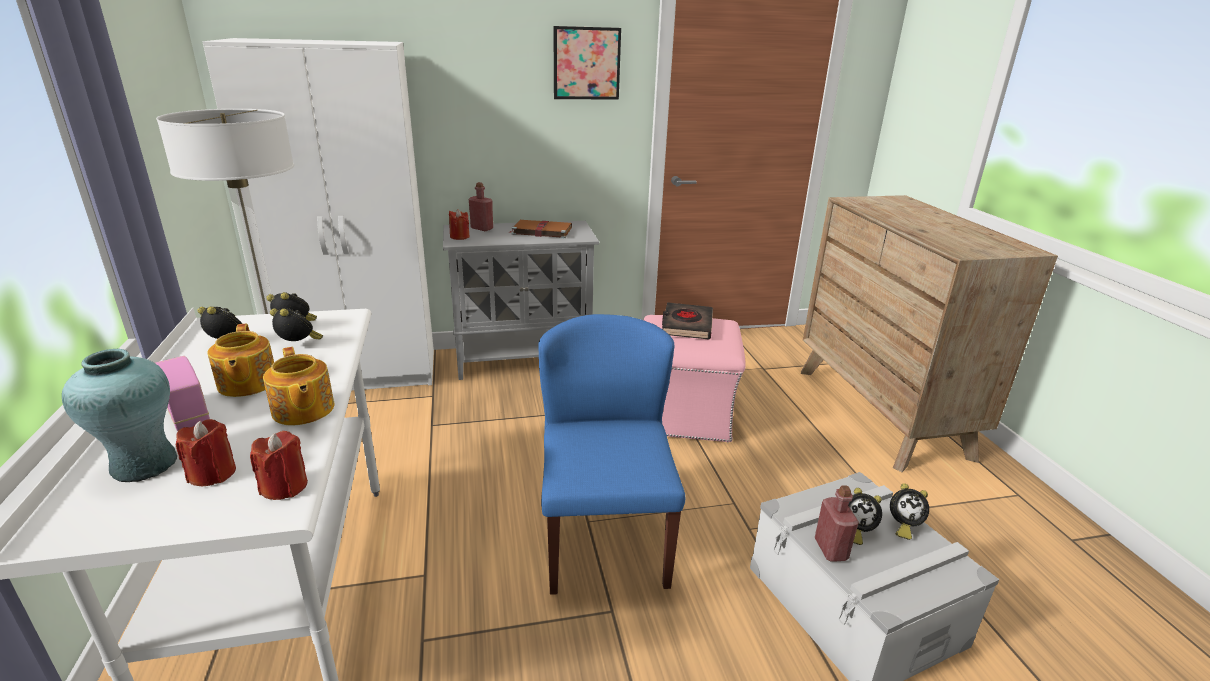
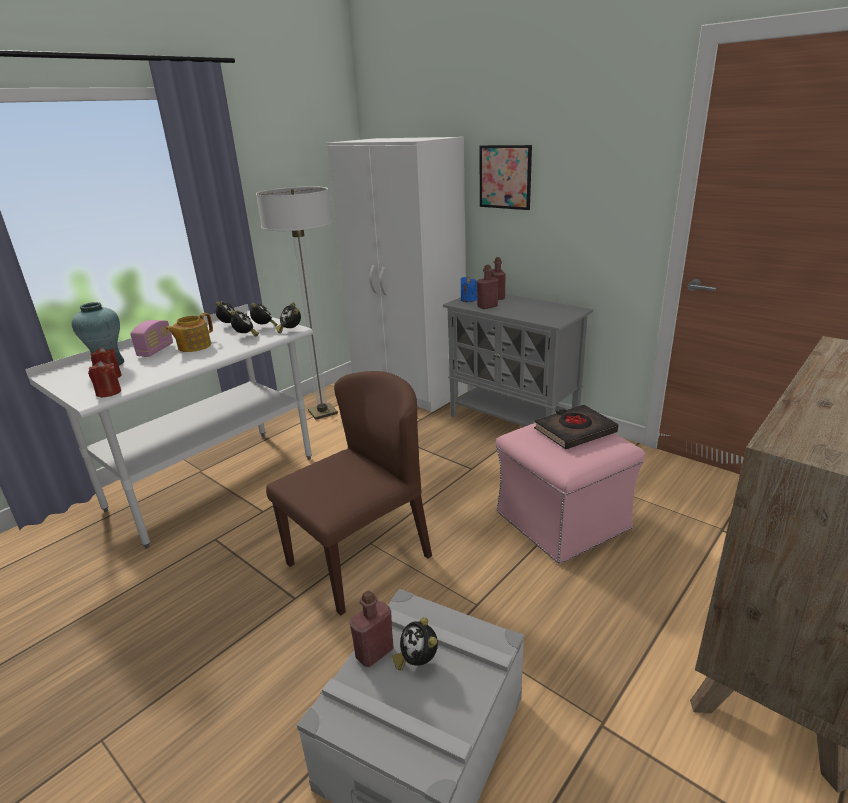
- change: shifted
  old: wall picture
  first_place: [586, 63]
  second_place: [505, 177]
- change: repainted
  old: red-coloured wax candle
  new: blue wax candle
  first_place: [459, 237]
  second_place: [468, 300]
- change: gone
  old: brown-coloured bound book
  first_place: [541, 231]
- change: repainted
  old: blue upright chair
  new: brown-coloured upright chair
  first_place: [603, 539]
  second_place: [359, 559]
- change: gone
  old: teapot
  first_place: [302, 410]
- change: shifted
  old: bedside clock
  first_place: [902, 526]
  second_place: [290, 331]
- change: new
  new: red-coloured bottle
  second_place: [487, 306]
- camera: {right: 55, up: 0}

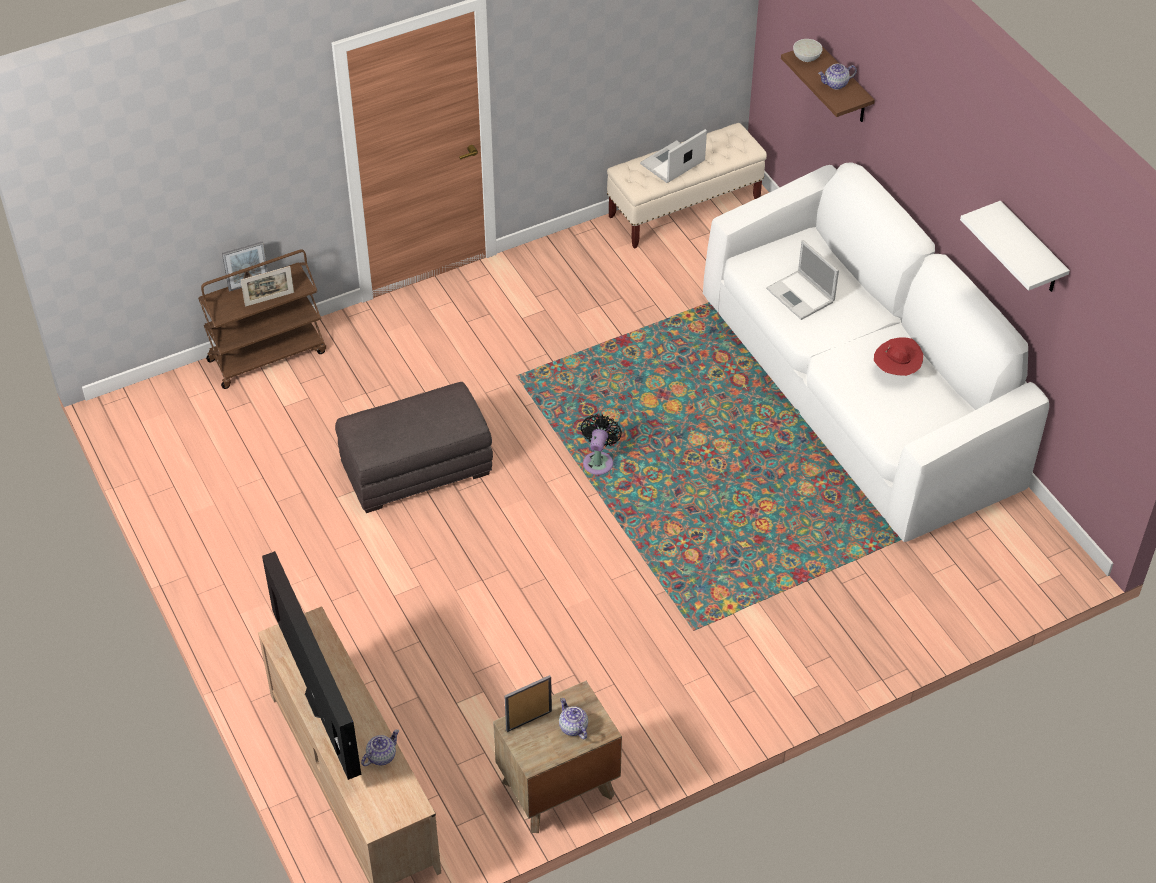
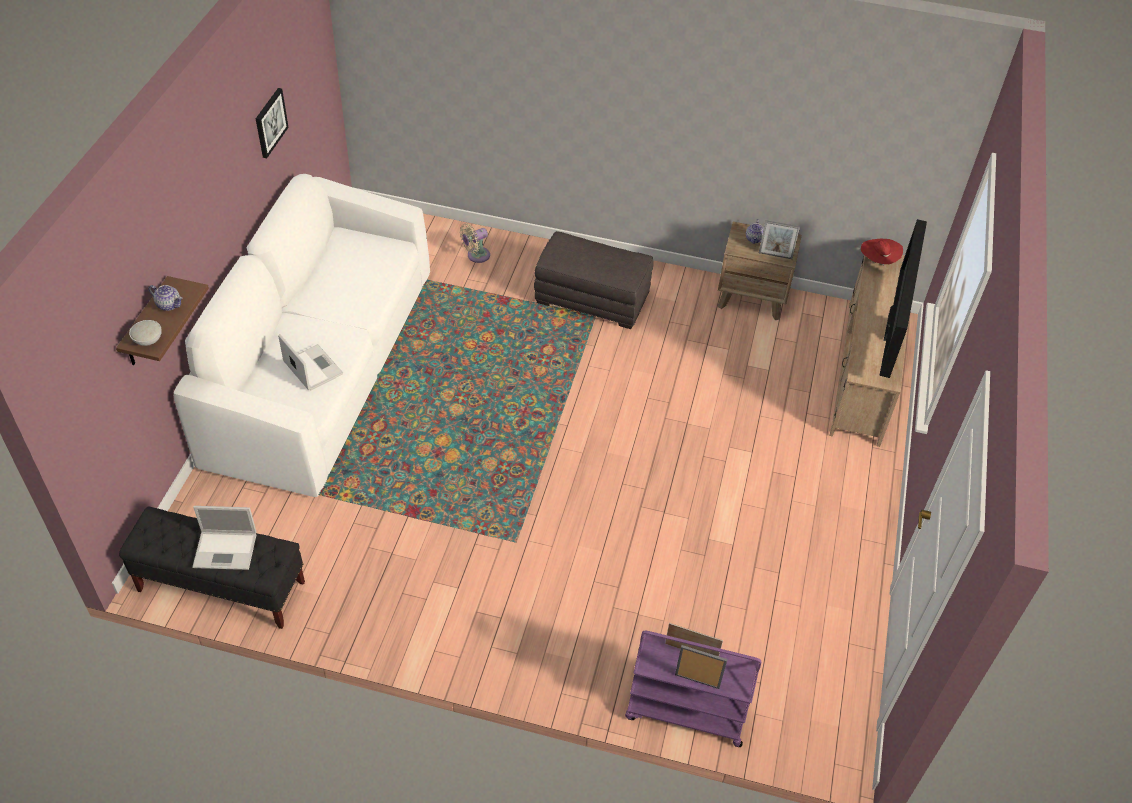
- change: repainted
  old: beige-coloured indoor bench
  new: blackish indoor bench
  first_place: [684, 209]
  second_place: [221, 587]
- change: swapped
  old: white-coloured bracket shelf
  new: wall picture
  first_place: [1031, 250]
  second_place: [270, 122]
- change: rotated
  old: notebook computer
  first_place: [801, 296]
  second_place: [312, 367]
  degrees: -45
- change: repainted
  old: brown-coloured wheeled cart
  new: purplish wheeled cart
  first_place: [267, 355]
  second_place: [685, 712]
- change: shifted
  old: red-coloured clothing hat
  first_place: [896, 371]
  second_place: [877, 262]
- change: shifted
  old: gray pouffe
  first_place: [417, 469]
  second_place: [591, 299]
- change: gone
  old: blackish fan
  first_place: [599, 461]
- change: gone
  old: teapot
  first_place: [381, 756]
- change: new
  new: beige-coloured fan
  second_place: [476, 256]
- camera: {right: -140, up: 0}

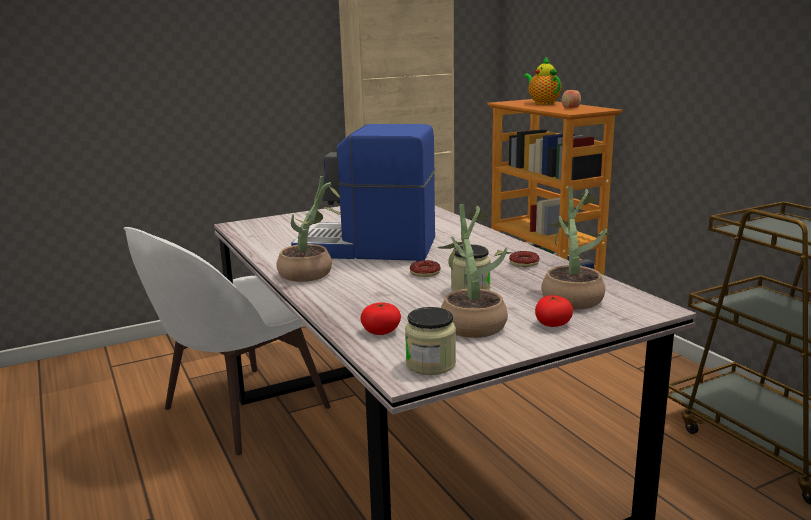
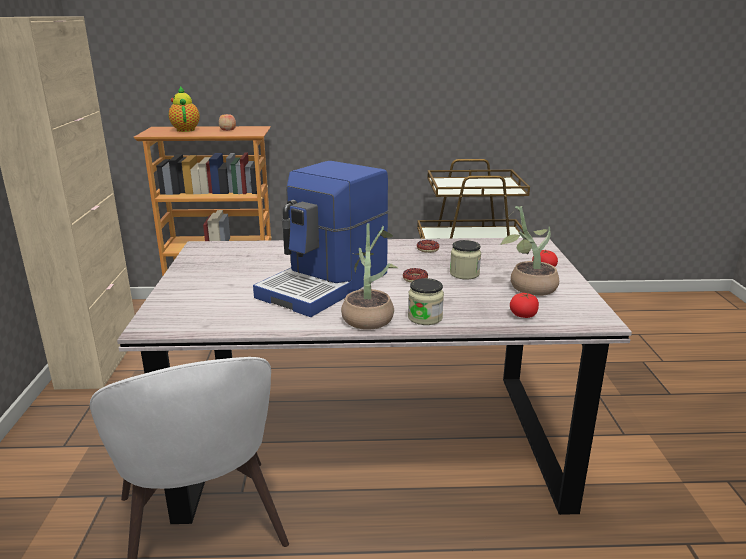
- change: rotated
  old: teapot
  first_place: [542, 103]
  second_place: [185, 129]
  degrees: 75
- change: gone
  old: plant in a pot
  first_place: [571, 297]
- change: shifted
  old: jar
  first_place: [430, 364]
  second_place: [425, 317]
- camera: {right: -65, up: 5}

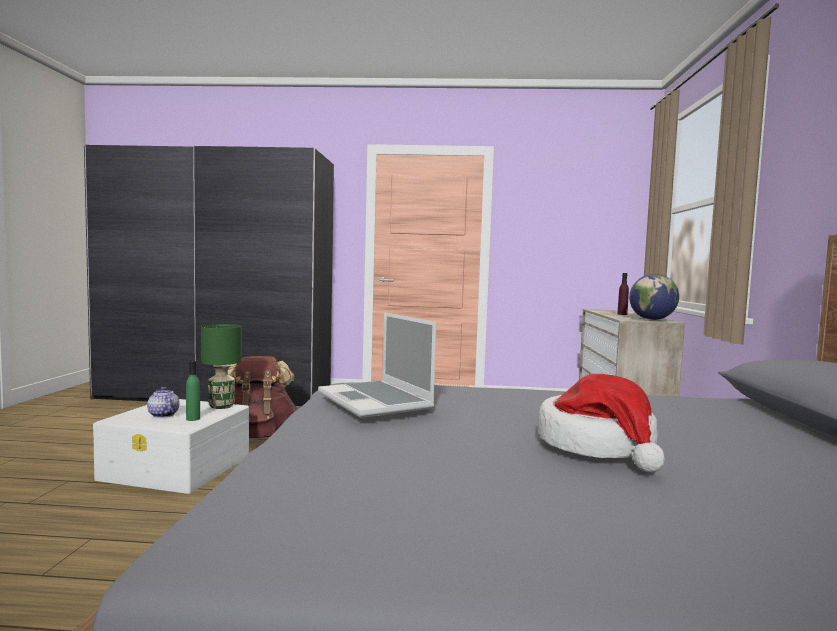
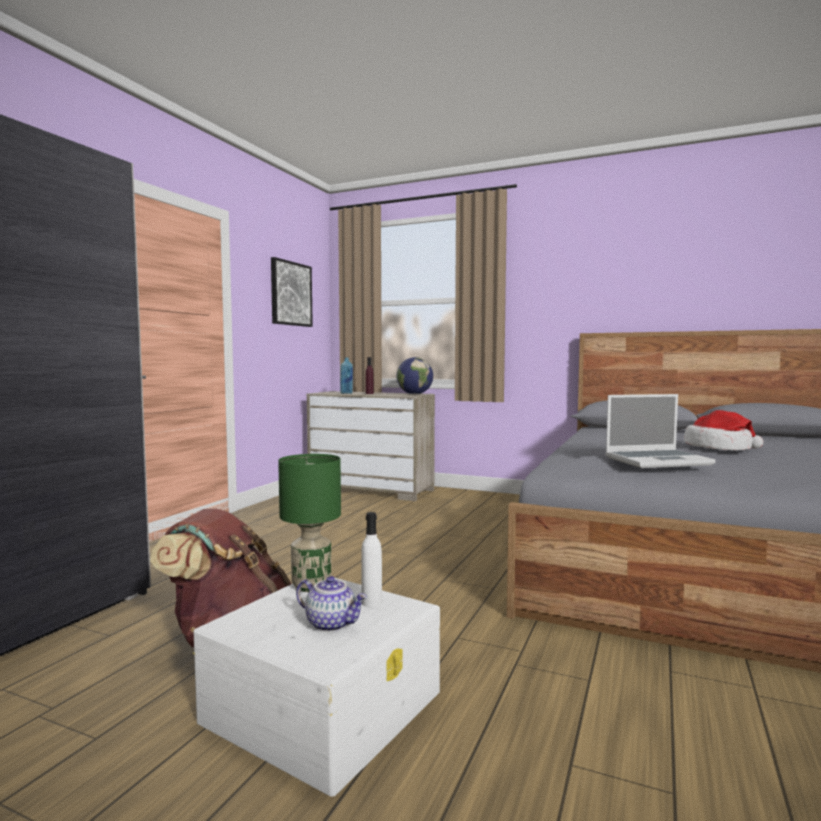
- change: repainted
  old: greenish bottle
  new: white-coloured bottle
  first_place: [193, 419]
  second_place: [371, 602]
- change: rotated
  old: teapot
  first_place: [162, 415]
  second_place: [332, 624]
  degrees: -135
- change: new
  new: wall picture
  second_place: [290, 294]
- change: new
  new: blue bottle
  second_place: [346, 393]
- camera: {right: -70, up: 0}

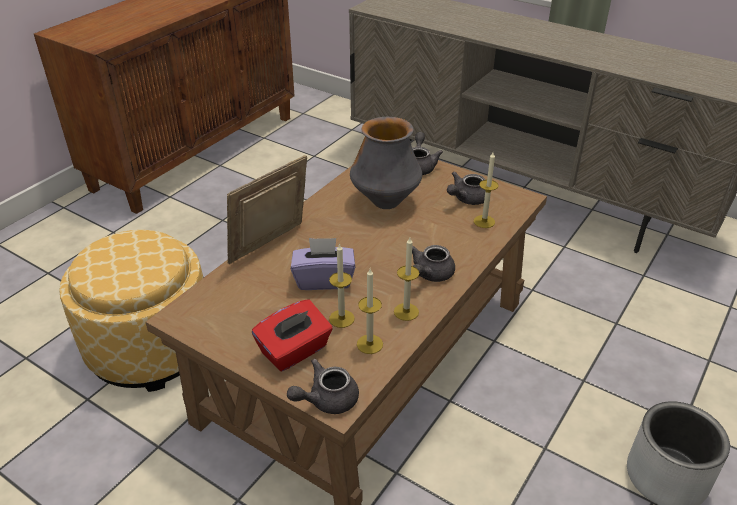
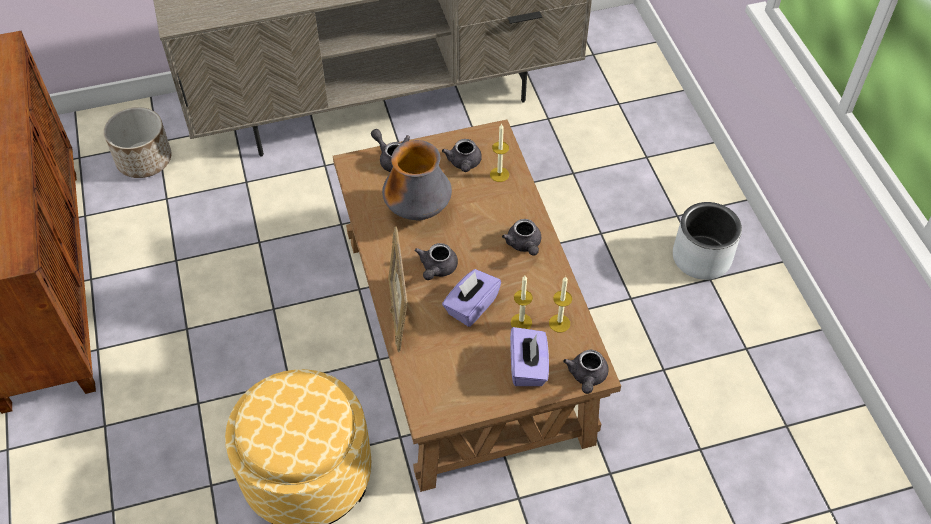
- change: gone
  old: wax candle
  first_place: [406, 312]
- change: repainted
  old: red-coloured box of tissues
  new: purplish box of tissues
  first_place: [295, 351]
  second_place: [528, 367]
- change: new
  new: plant pot
  second_place: [144, 160]
- change: new
  new: gray teapot
  second_place: [437, 269]
- camera: {right: -50, up: 15}

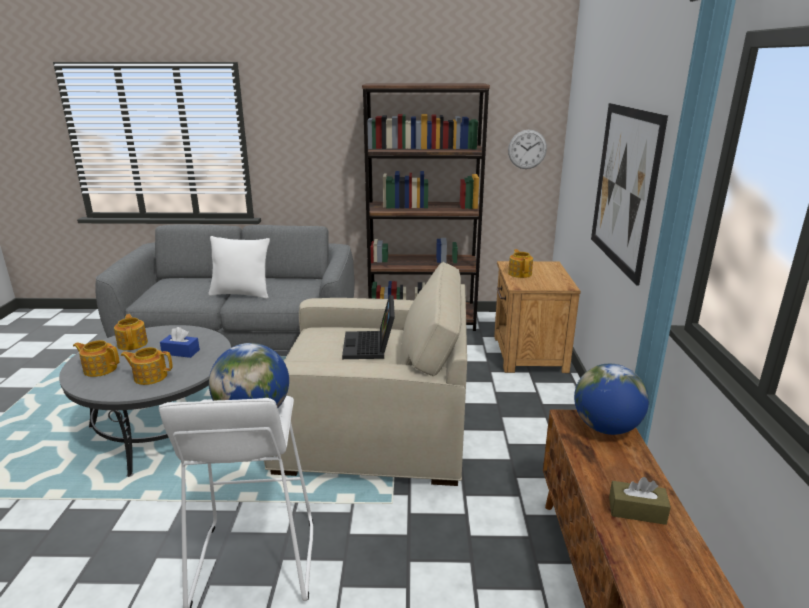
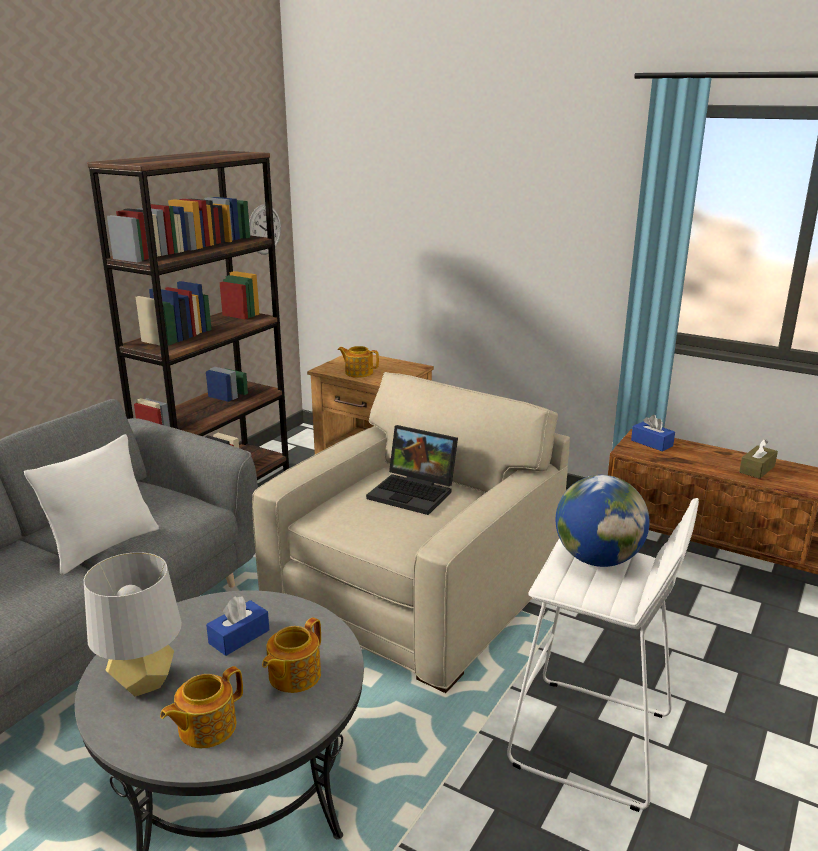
- change: gone
  old: wall picture
  first_place: [624, 188]
- change: swapped
  old: teapot
  new: gray lamp for a table
  first_place: [133, 343]
  second_place: [143, 682]
- change: swapped
  old: desk globe
  new: blue box of tissues
  first_place: [606, 428]
  second_place: [651, 443]
- camera: {right: -60, up: 0}

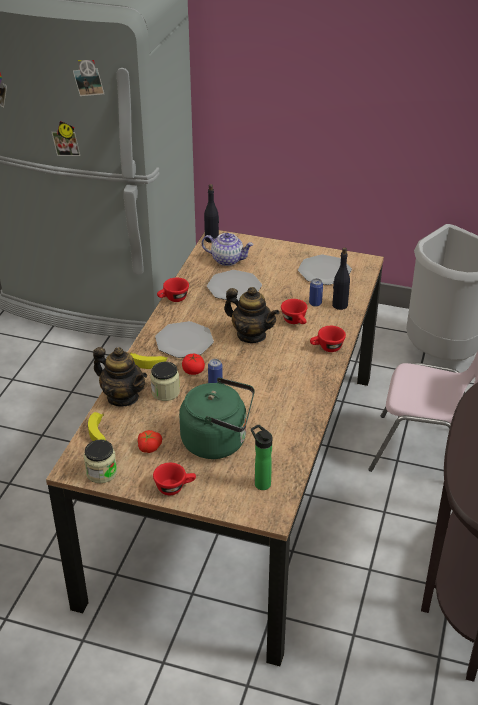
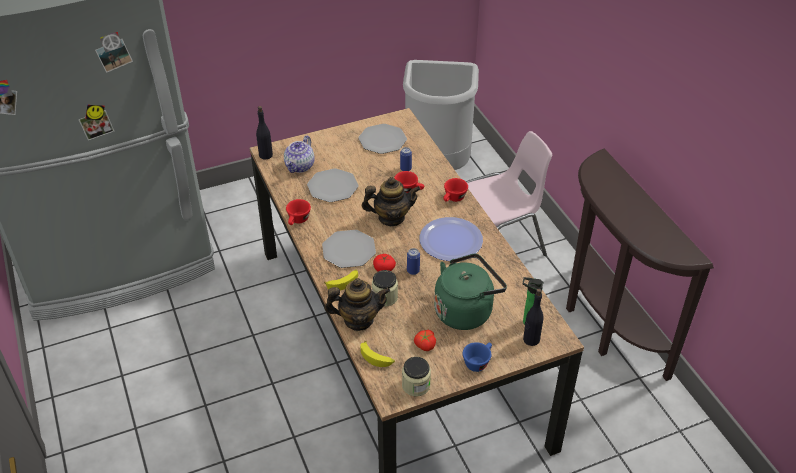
- change: rotated
  old: teapot
  first_place: [228, 260]
  second_place: [300, 166]
  degrees: 135
- change: shifted
  old: blackish bottle
  first_place: [339, 305]
  second_place: [531, 339]
- change: repainted
  old: red-coloured cup
  new: blue cup
  first_place: [175, 487]
  second_place: [478, 362]
- change: new
  new: plate
  second_place: [450, 240]
- camera: {right: -40, up: 5}

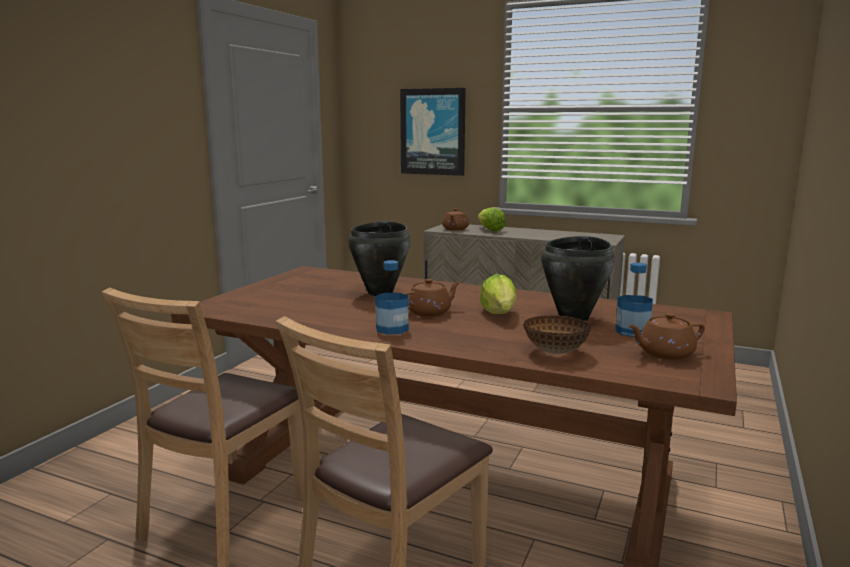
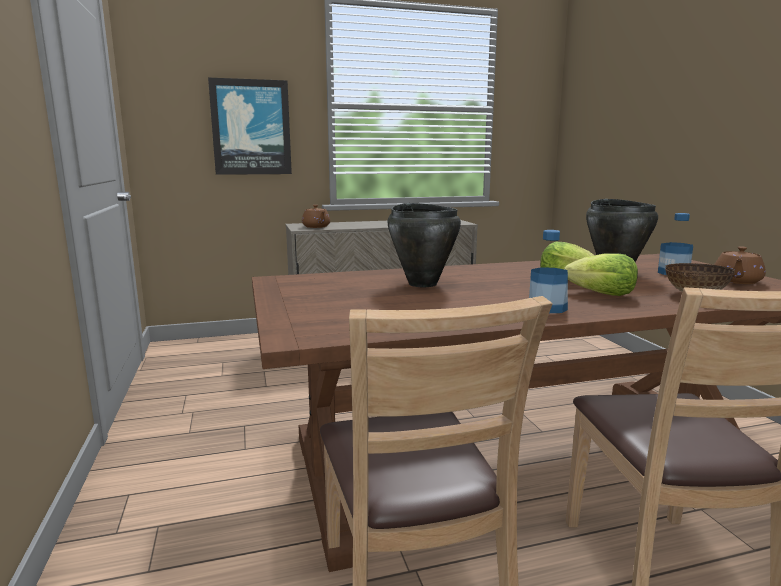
- change: shifted
  old: lettuce head
  first_place: [490, 230]
  second_place: [602, 294]
- change: gone
  old: brown-coloured teapot
  first_place: [430, 312]
- camera: {right: -40, up: 0}

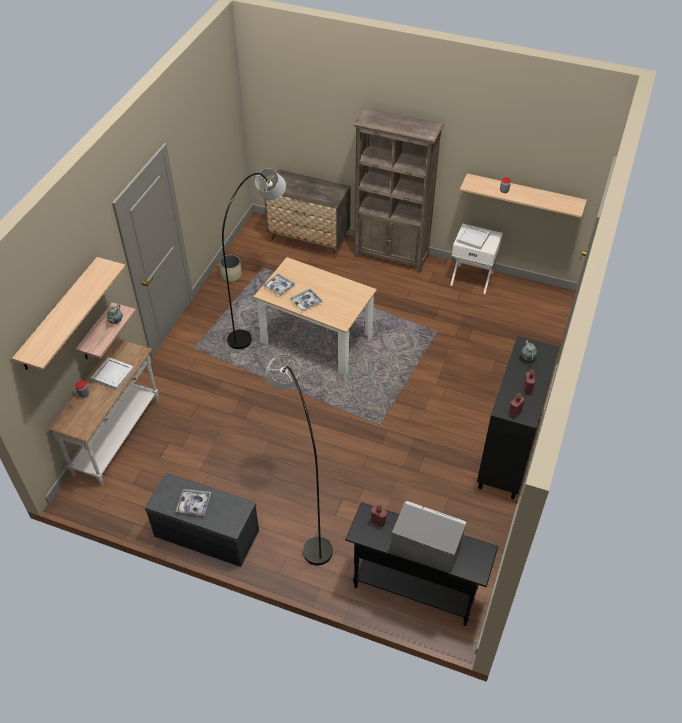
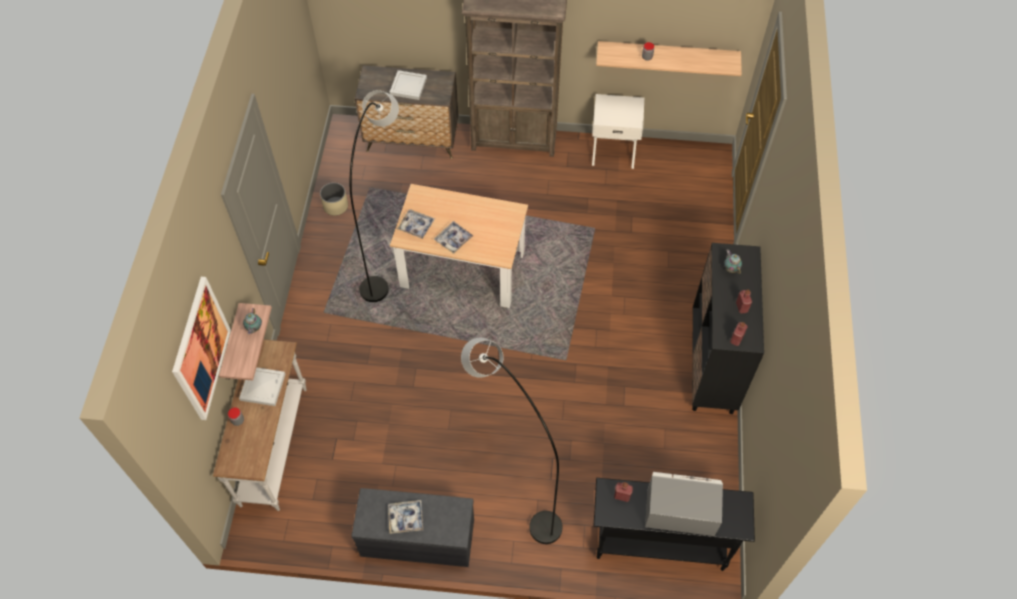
- change: shifted
  old: white-coloured tray
  first_place: [473, 238]
  second_place: [408, 86]
- change: swapped
  old: bracket shelf
  new: wall picture
  first_place: [59, 314]
  second_place: [201, 349]
- camera: {right: -15, up: 10}

